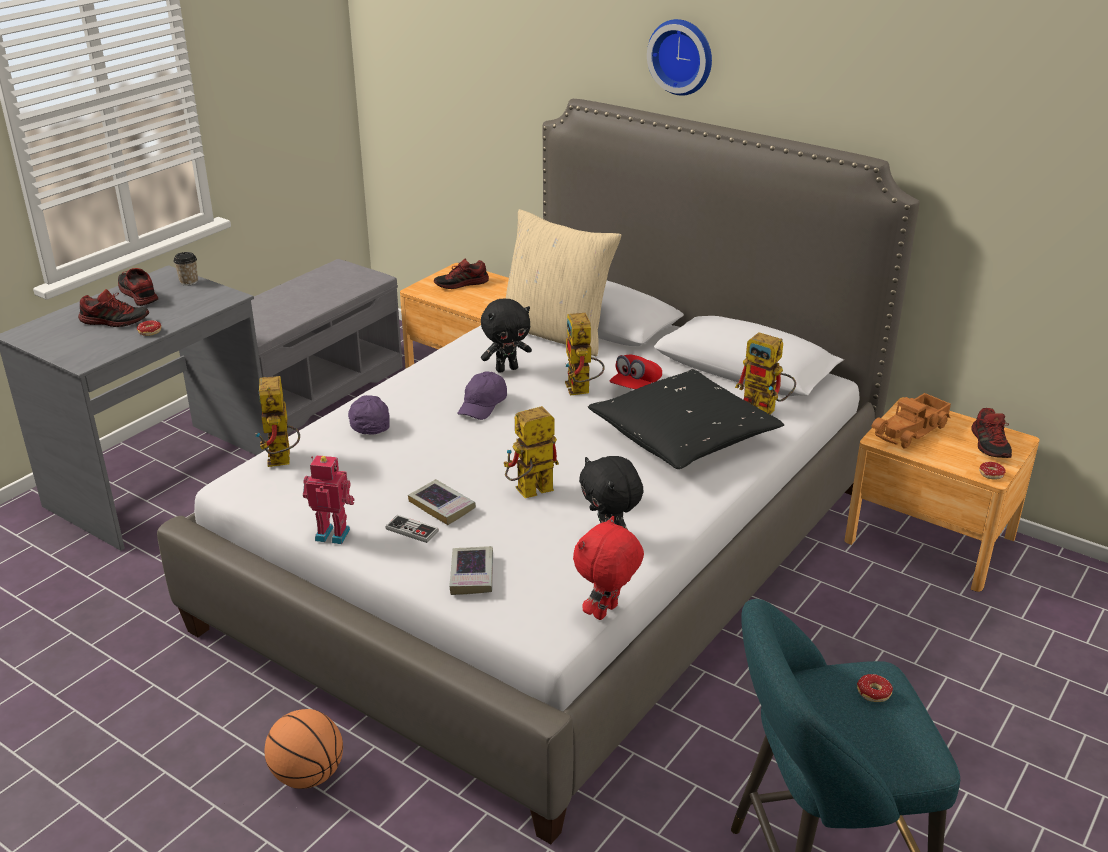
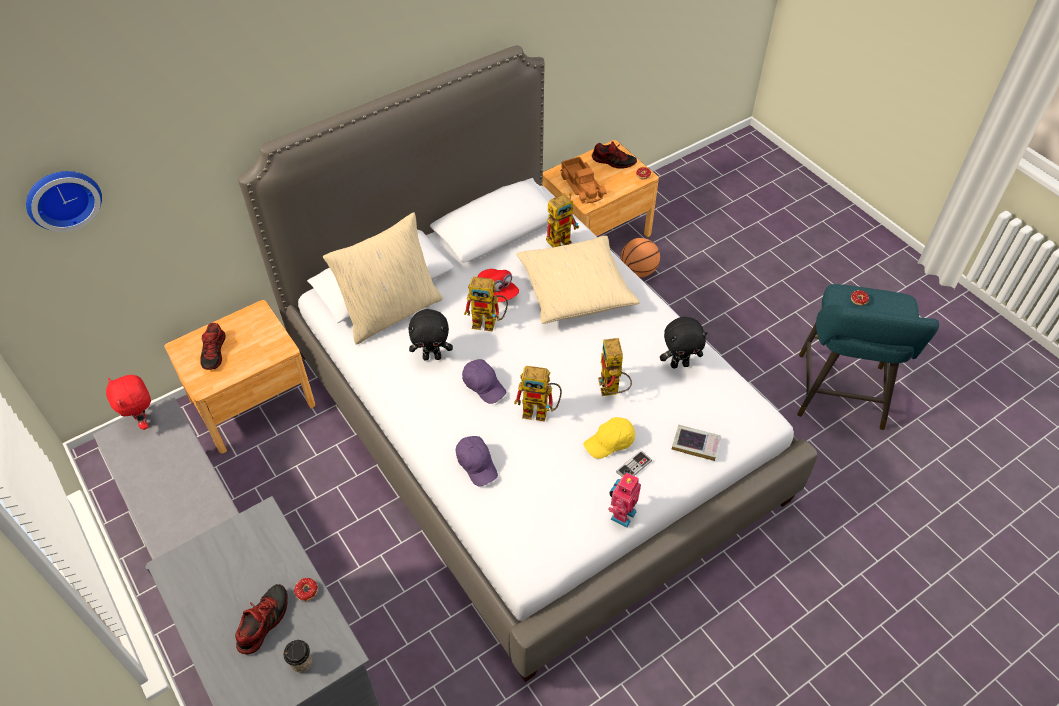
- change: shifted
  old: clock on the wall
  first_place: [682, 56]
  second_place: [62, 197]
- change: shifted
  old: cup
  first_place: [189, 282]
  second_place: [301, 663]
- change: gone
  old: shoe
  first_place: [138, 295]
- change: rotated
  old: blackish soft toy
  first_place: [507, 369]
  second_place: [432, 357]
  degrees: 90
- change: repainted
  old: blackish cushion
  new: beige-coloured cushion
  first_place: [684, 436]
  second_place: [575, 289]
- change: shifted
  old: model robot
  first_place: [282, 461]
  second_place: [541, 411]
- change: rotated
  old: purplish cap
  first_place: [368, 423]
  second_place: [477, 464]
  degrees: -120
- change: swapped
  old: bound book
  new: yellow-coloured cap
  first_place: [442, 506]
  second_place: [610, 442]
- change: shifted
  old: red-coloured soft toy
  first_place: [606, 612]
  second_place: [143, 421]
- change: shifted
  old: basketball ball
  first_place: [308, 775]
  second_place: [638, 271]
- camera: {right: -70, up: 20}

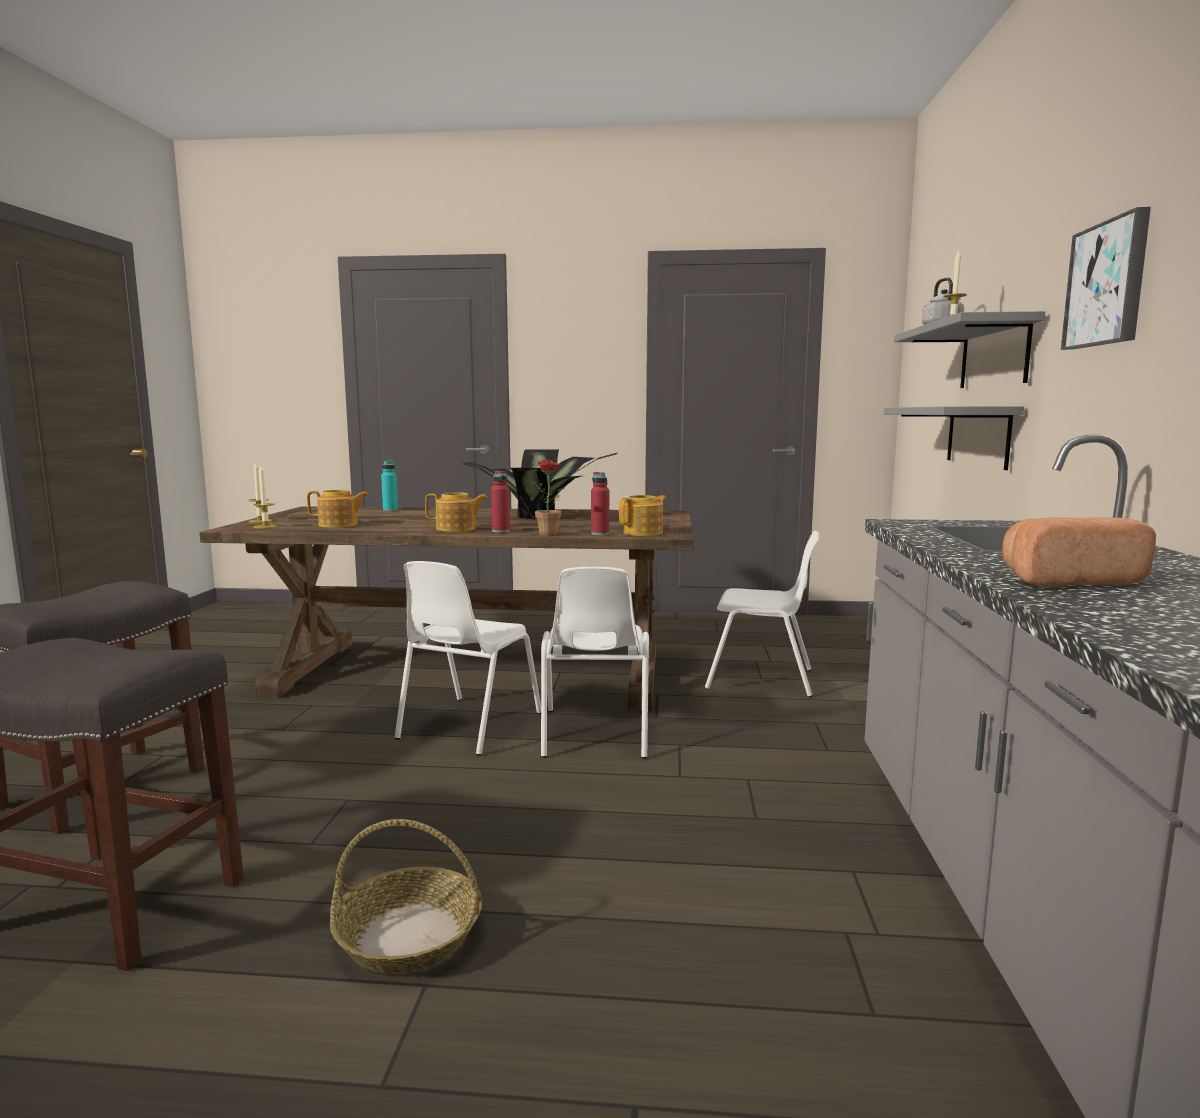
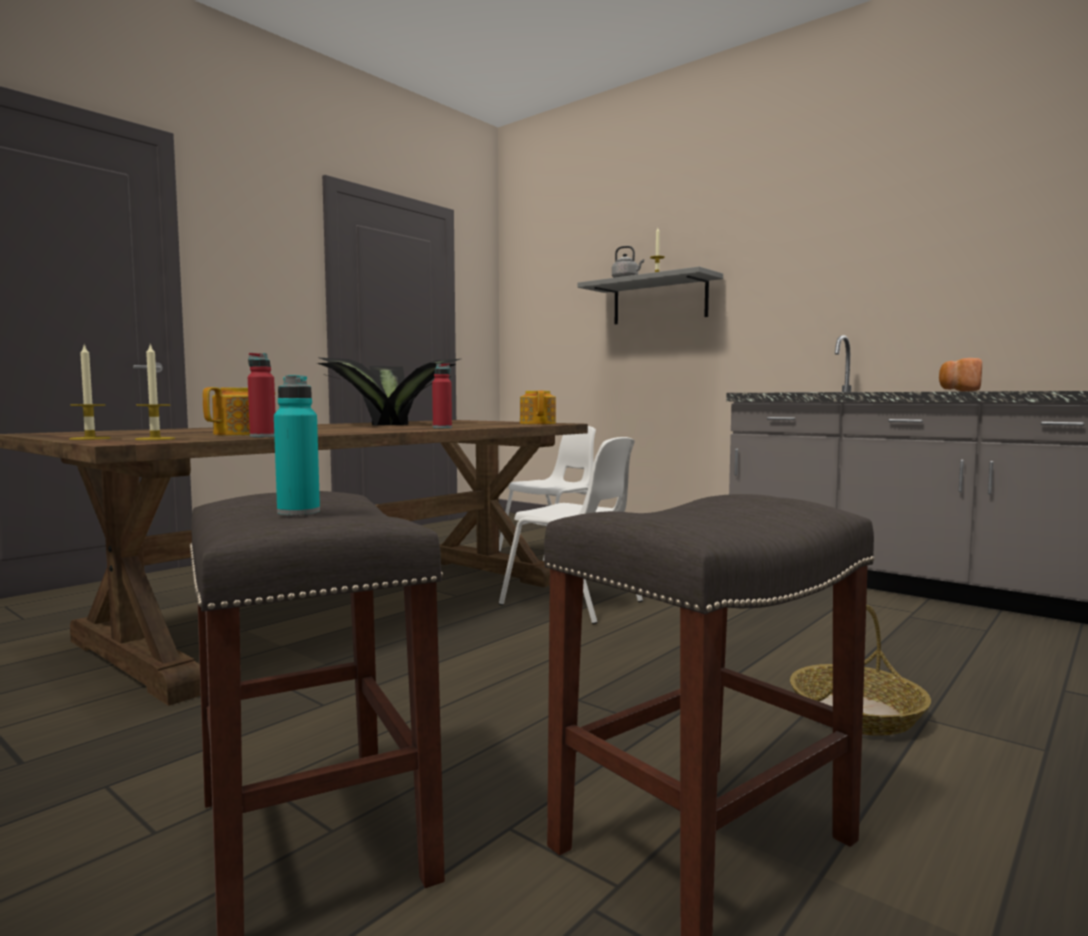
- change: gone
  old: wall picture
  first_place: [1108, 284]
- change: gone
  old: gray bracket shelf
  first_place: [978, 436]
- change: shifted
  old: turquoise bottle
  first_place: [390, 510]
  second_place: [298, 512]
- change: gone
  old: plant in a pot
  first_place: [551, 535]
- change: shifted
  old: red-coloured bottle
  first_place: [600, 534]
  second_place: [263, 436]
- change: gone
  old: teapot
  first_place: [457, 529]
- change: gone
  old: white-coloured upright chair
  first_place: [467, 726]
- camera: {right: -55, up: -5}

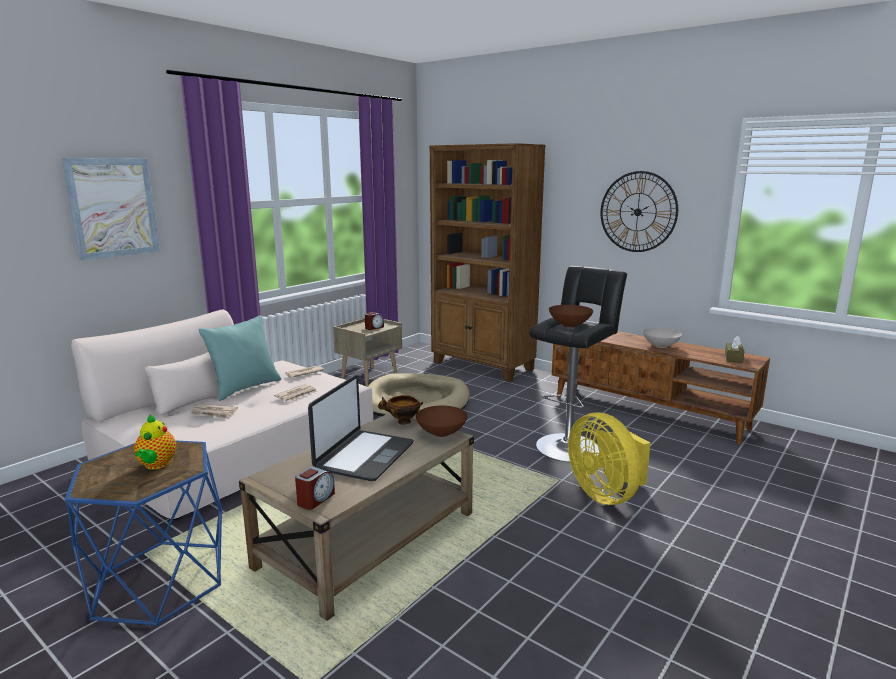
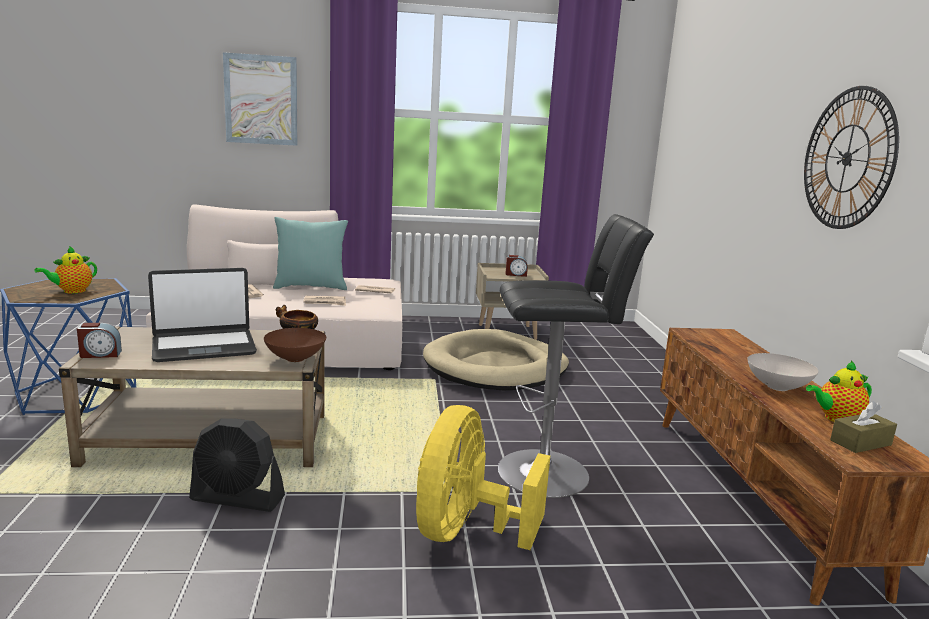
- change: gone
  old: brown-coloured shelving unit
  first_place: [483, 366]
- change: gone
  old: brown-coloured serving bowl
  first_place: [570, 325]
- change: new
  new: teapot
  second_place: [836, 418]
- change: new
  new: blackish fan
  second_place: [238, 498]
- camera: {right: 45, up: 0}

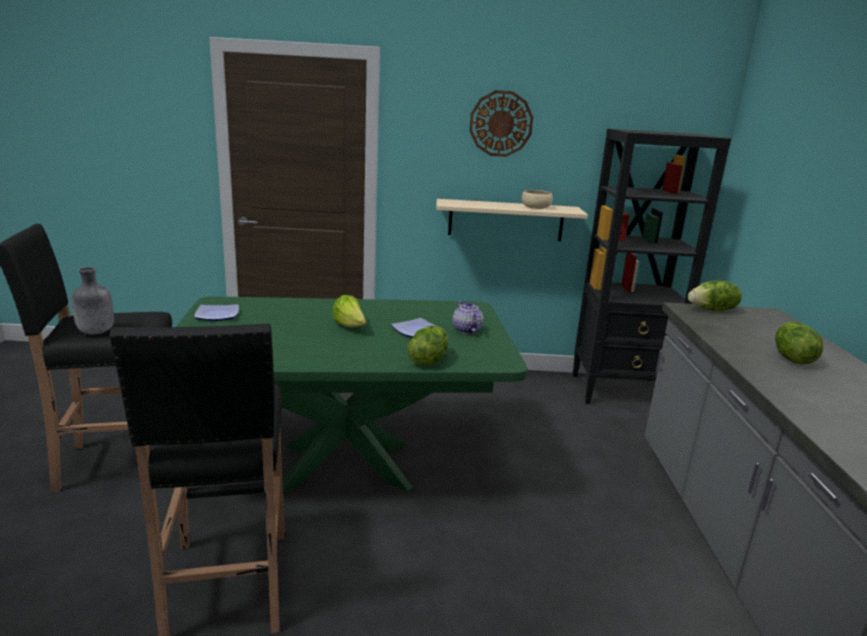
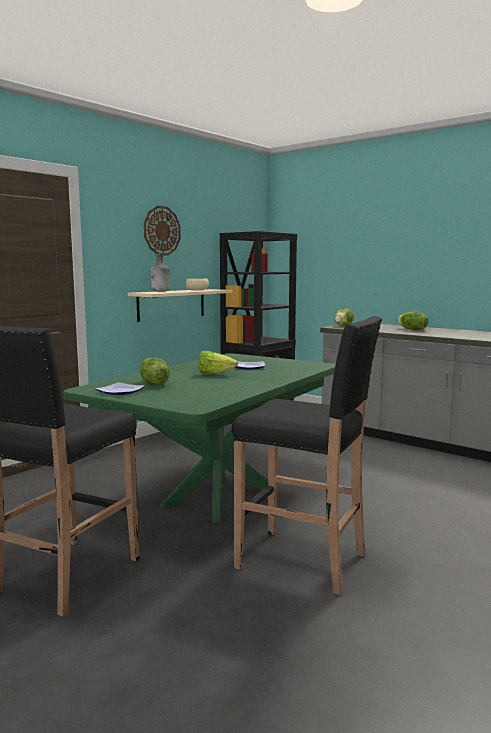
- change: shifted
  old: gray bottle
  first_place: [96, 332]
  second_place: [160, 292]
- change: gone
  old: teapot
  first_place: [466, 330]
- change: shifted
  old: lettuce head
  first_place: [428, 360]
  second_place: [153, 384]
- camera: {right: -50, up: -10}

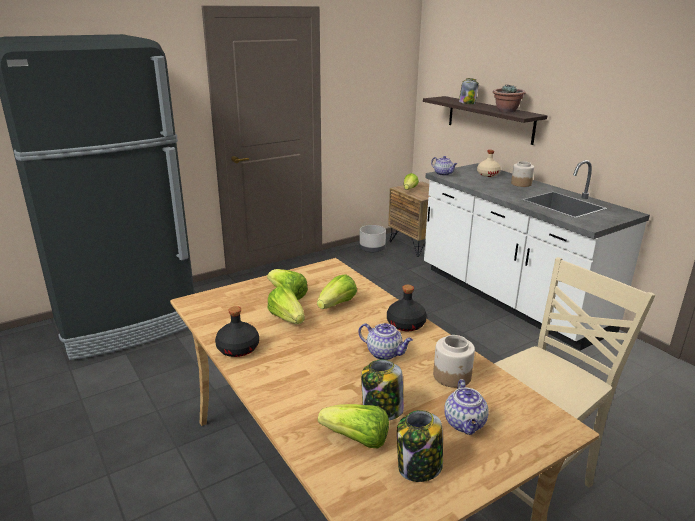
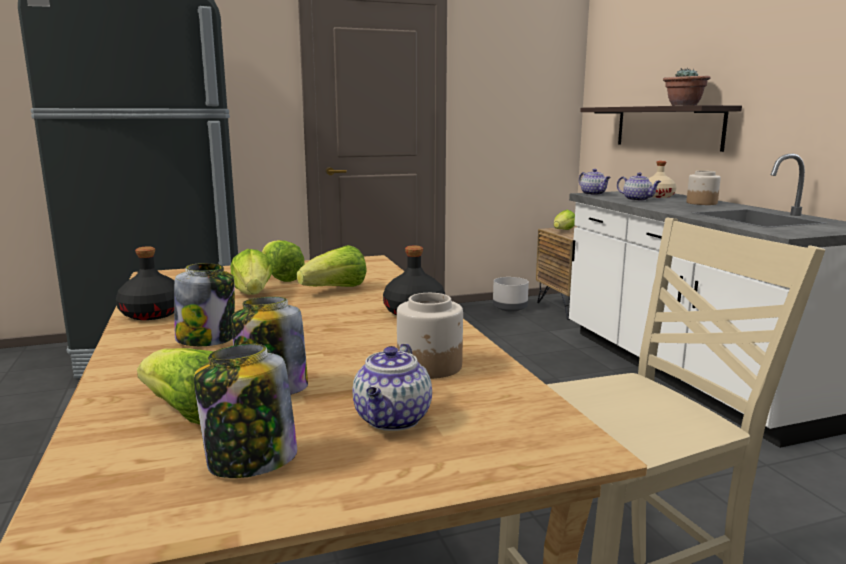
- change: shifted
  old: jar
  first_place: [467, 103]
  second_place: [207, 339]
- change: shifted
  old: teapot
  first_place: [385, 353]
  second_place: [637, 200]
- camera: {right: 15, up: -10}

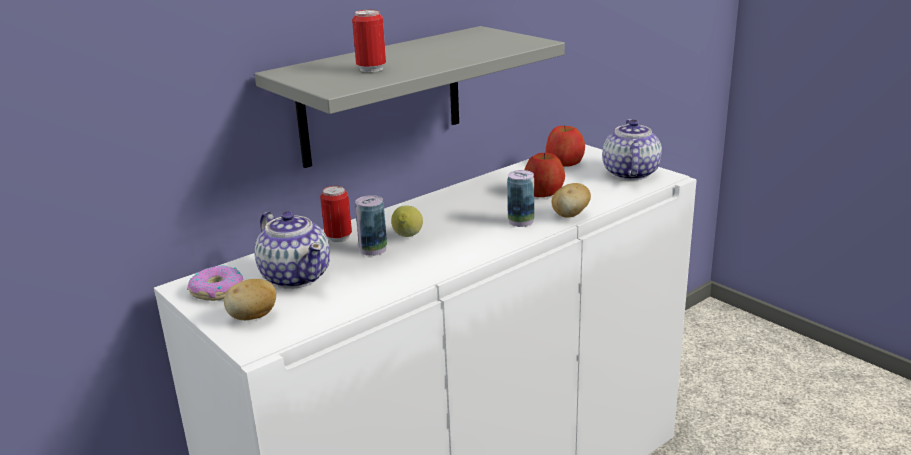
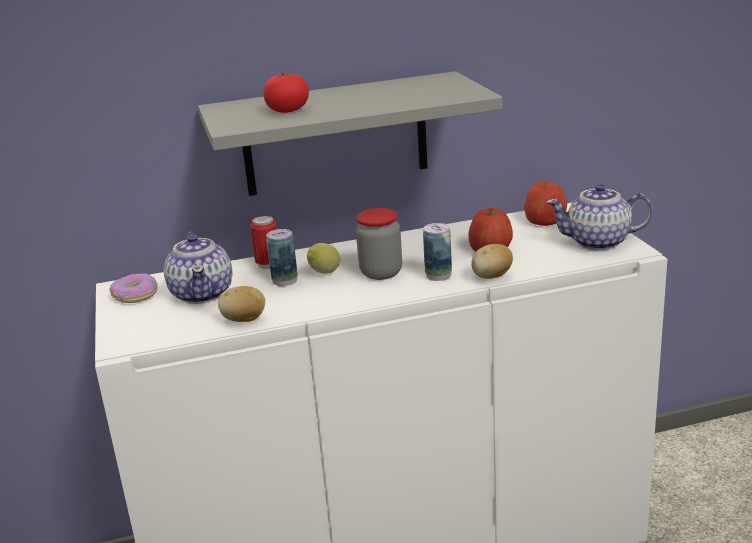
- change: swapped
  old: sealed can
  new: whole tomato
  first_place: [371, 69]
  second_place: [288, 110]
- change: rotated
  old: teapot
  first_place: [629, 174]
  second_place: [599, 242]
  degrees: -120
- change: shifted
  old: spud
  first_place: [253, 317]
  second_place: [244, 320]
- change: new
  new: jar
  second_place: [381, 273]
- camera: {right: 25, up: 0}

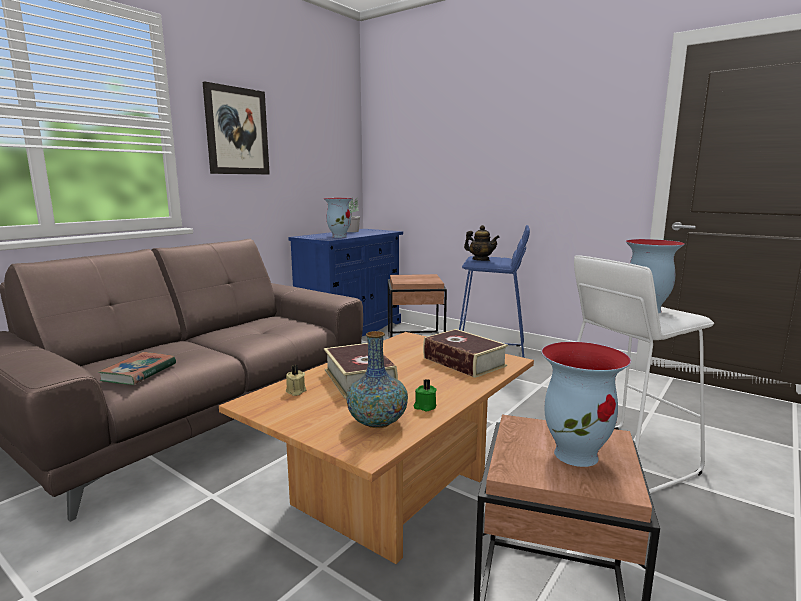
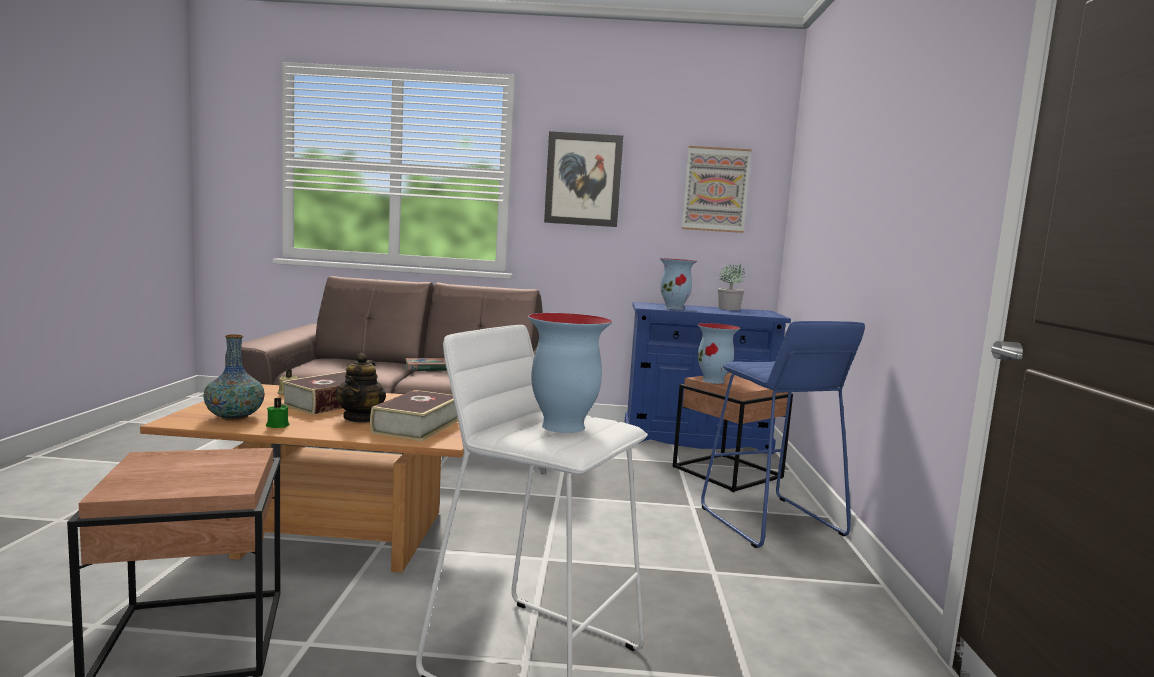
- change: shifted
  old: teapot
  first_place: [481, 260]
  second_place: [361, 418]
- change: shifted
  old: flower vase
  first_place: [576, 454]
  second_place: [714, 381]
- change: shifted
  old: bound book
  first_place: [139, 372]
  second_place: [428, 368]
- change: new
  new: wall picture
  second_place: [715, 189]
- camera: {right: 55, up: -5}

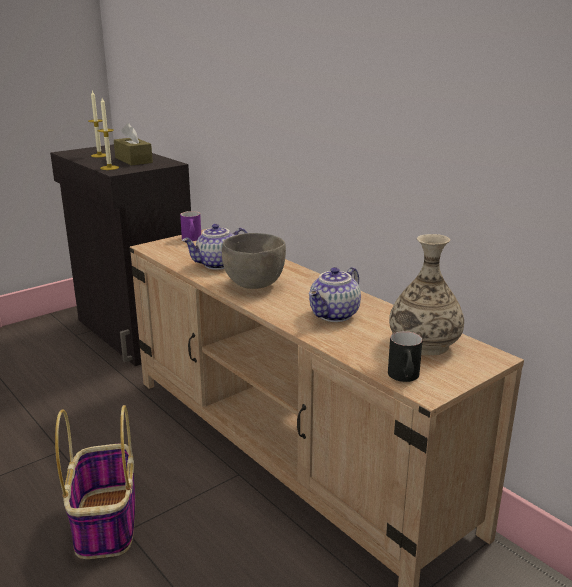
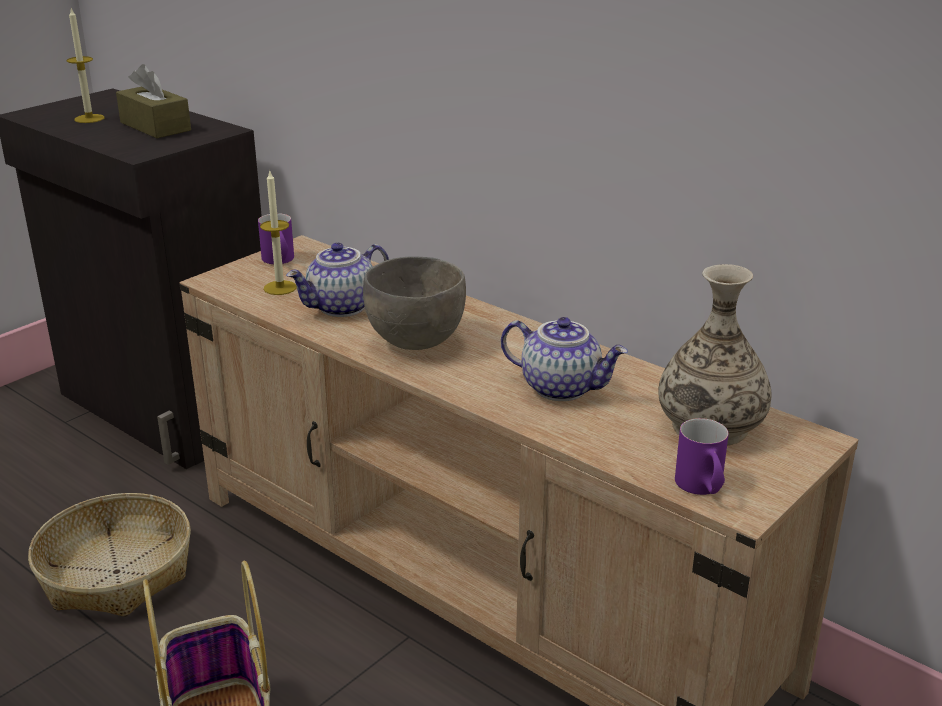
- change: shifted
  old: wax candle
  first_place: [109, 168]
  second_place: [280, 288]
- change: rotated
  old: teapot
  first_place: [335, 315]
  second_place: [562, 387]
  degrees: -90
- change: repainted
  old: blackish mug
  new: purplish mug
  first_place: [404, 378]
  second_place: [702, 489]
- change: new
  new: storage basket
  second_place: [116, 572]
- camera: {right: -10, up: 5}

